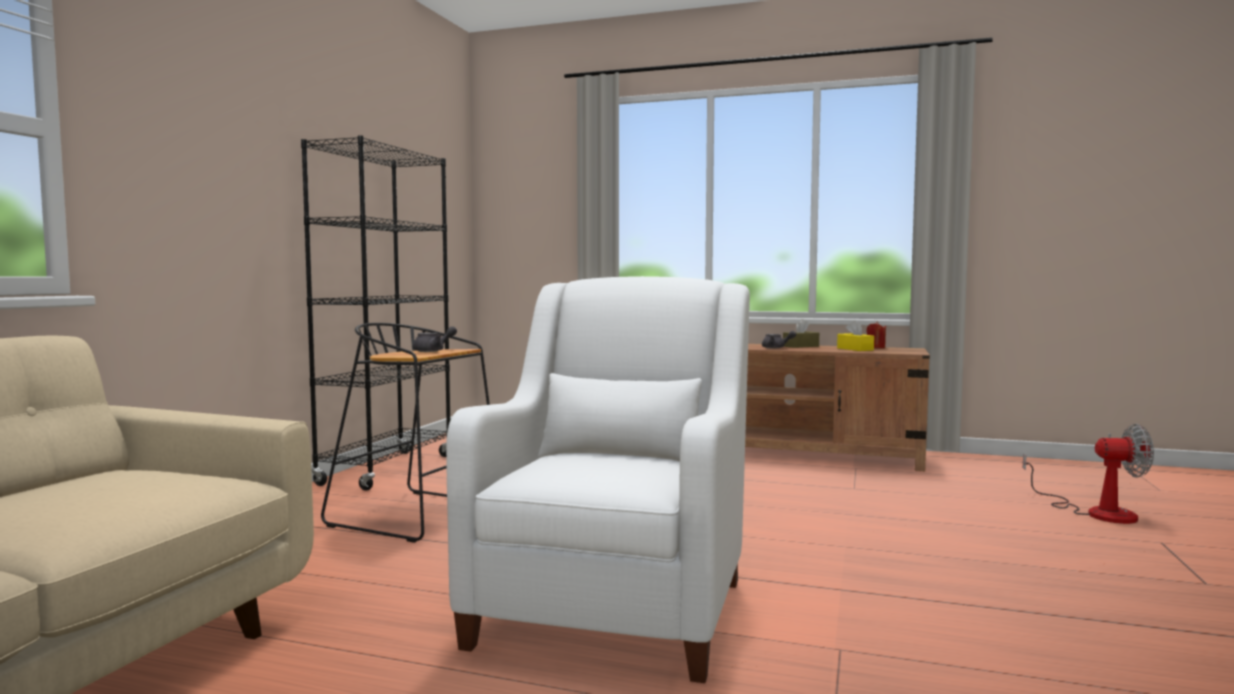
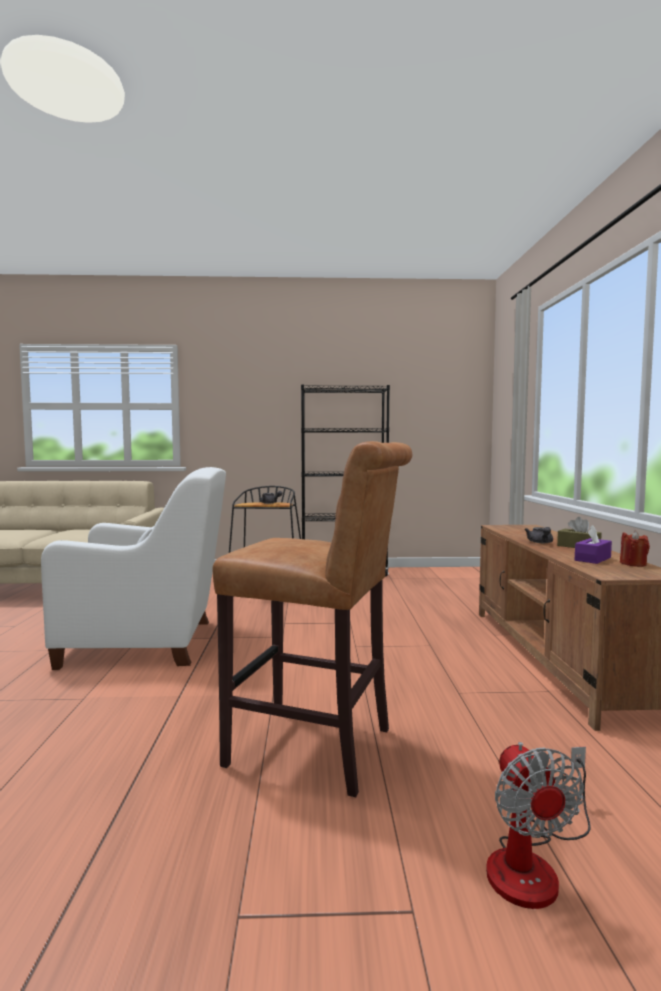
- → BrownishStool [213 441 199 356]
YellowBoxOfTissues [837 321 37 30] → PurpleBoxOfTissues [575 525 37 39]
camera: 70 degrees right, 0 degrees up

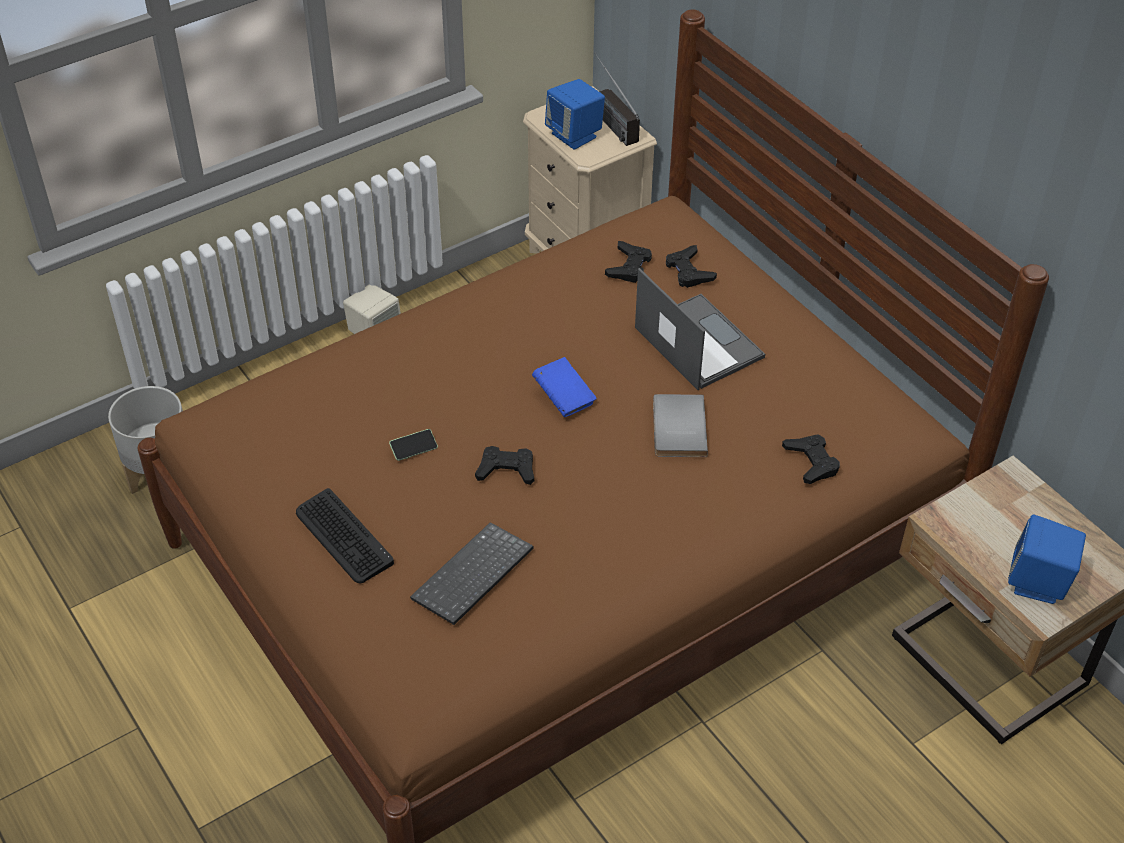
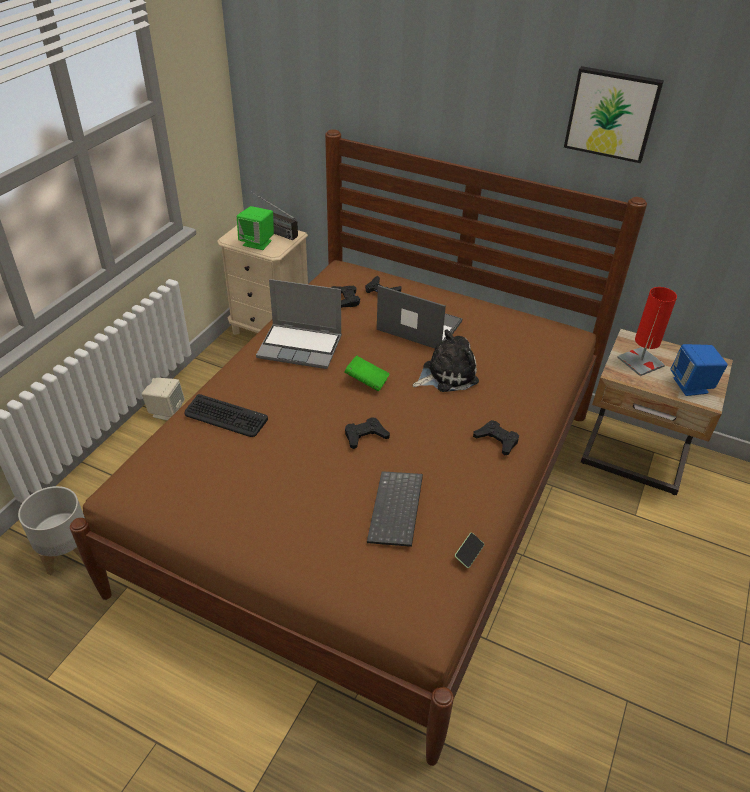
- → Laptop [256 279 86 90]
- → WallPicture [564 66 100 97]
- → RedTableLamp [617 287 60 89]
ComputerKeyboard [296 488 98 95] → ComputerKeyboard [184 394 84 43], relocated
Telephone [389 429 49 32] → Telephone [455 533 29 35], relocated
BlackGameController [782 434 58 50] → BlackGameController [473 420 46 35], relocated
GrayBoundBook [653 394 55 63] → PlushToy [413 330 66 62]
BluishBoundBook [532 357 65 60] → GreenColouredBoundBook [344 355 46 37]
BluishSpeaker [545 79 60 71] → GreenColouredSpeaker [237 206 37 44]
camera: 30 degrees left, 5 degrees down

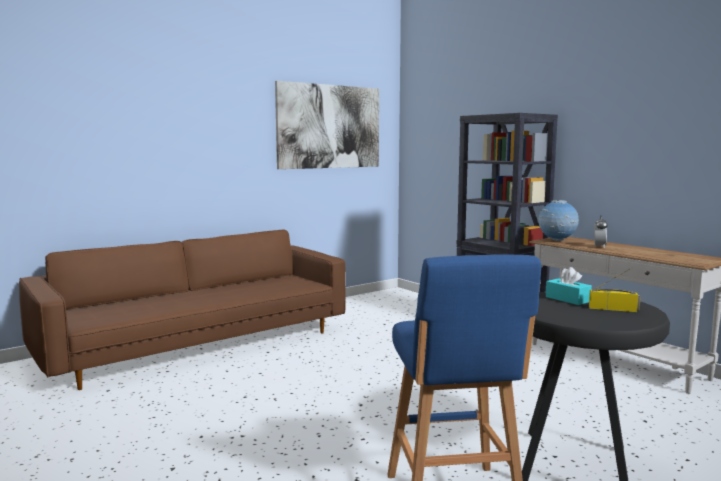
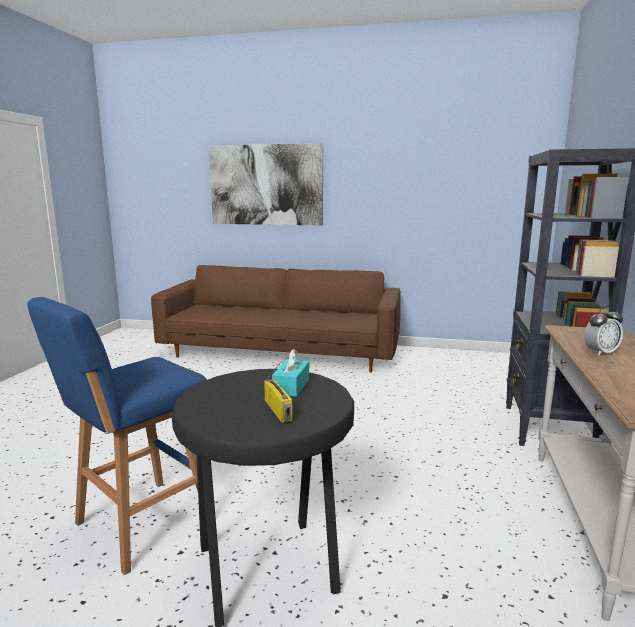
DeskGlobe [538 200 41 41] → -
WallPicture [275 81 104 88] → WallPicture [209 143 114 82], relocated
camera: 50 degrees right, 5 degrees up

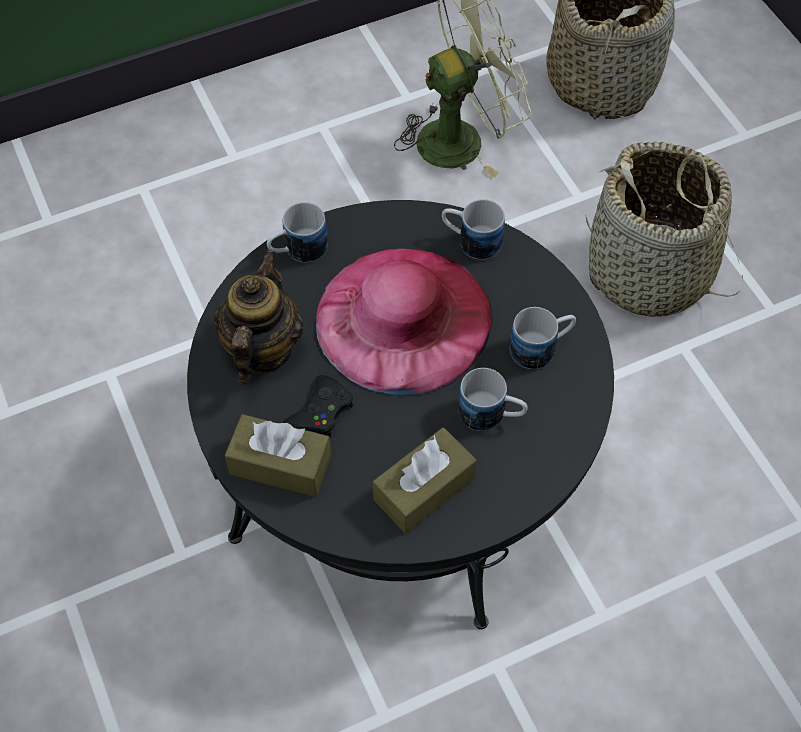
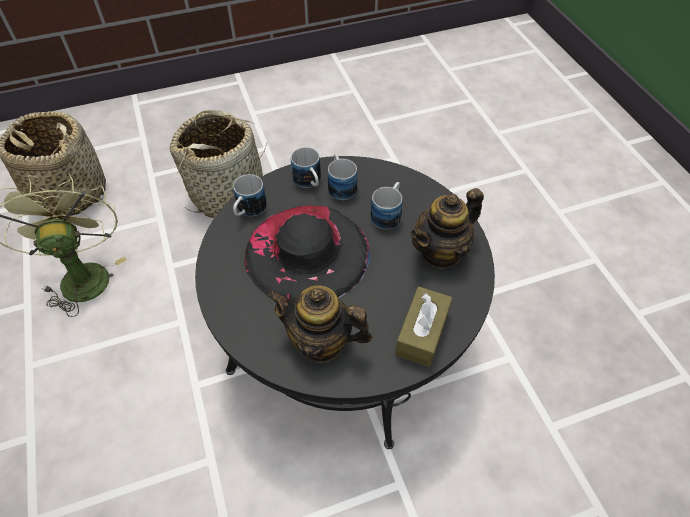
BlackGameController [283 375 70 62] → -
CoffeeMug [267 202 61 61] → CoffeeMug [291 147 30 41], relocated
BrownishBoxOfTissues [373 427 104 106] → TeaPot [410 188 74 81]
PinkWearableHat [316 249 177 147] → BlackWearableHat [244 205 126 97]
camera: 85 degrees left, 5 degrees down

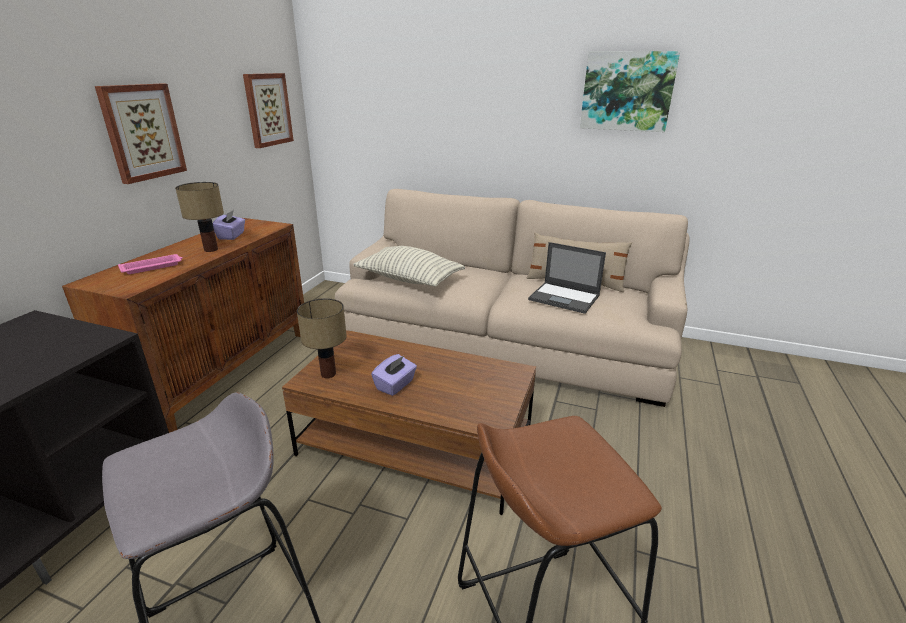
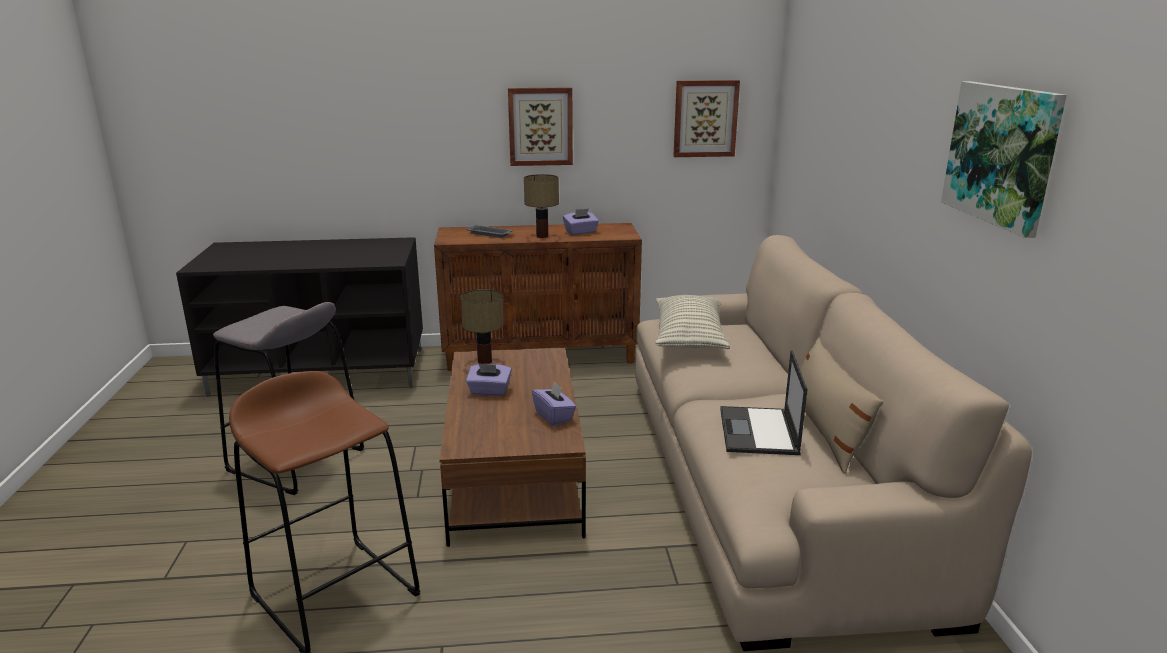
- → PurpleBoxOfTissues [532 381 44 45]
PinkCarryingTray [118 254 65 20] → GrayCarryingTray [466 225 47 13]
camera: 65 degrees right, 5 degrees down

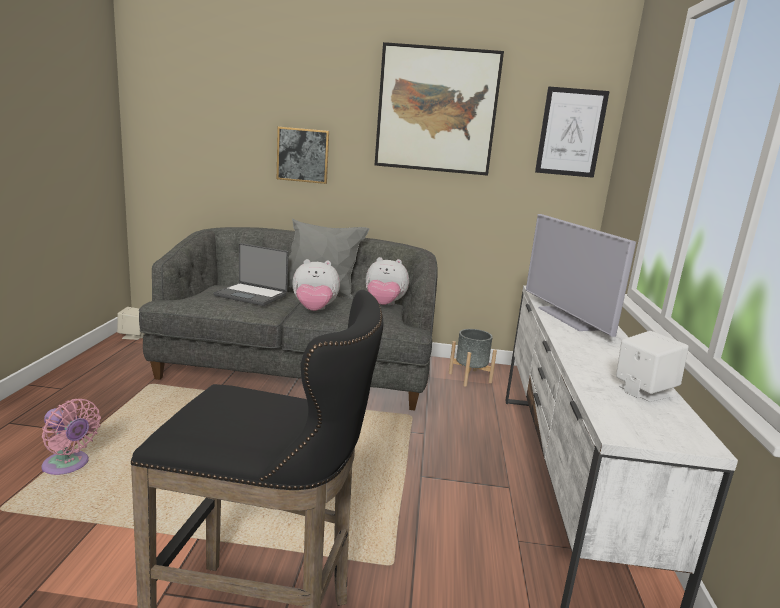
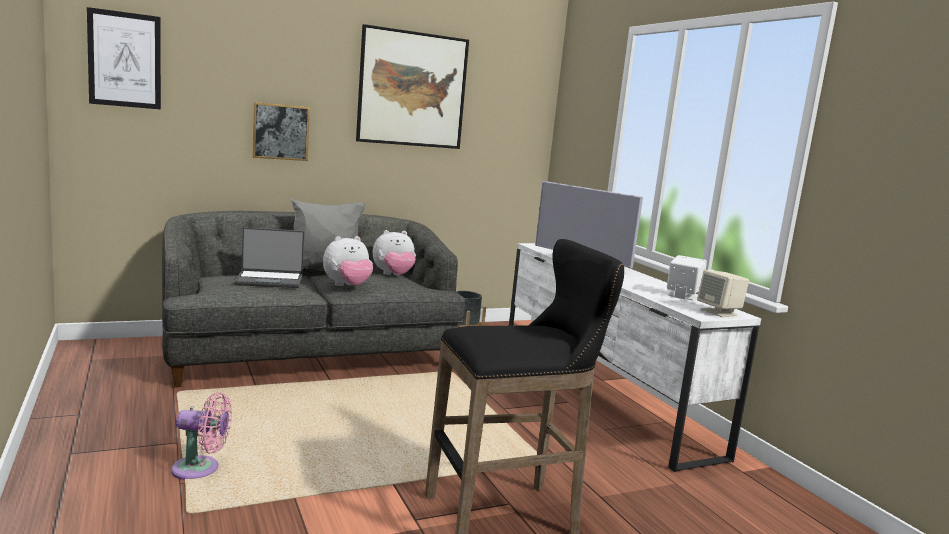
BeigeColouredSpeaker [117 307 28 33] → BeigeColouredSpeaker [697 270 52 47], relocated
WallPicture [535 86 75 92] → WallPicture [87 7 74 102], relocated
camera: 30 degrees left, 5 degrees down

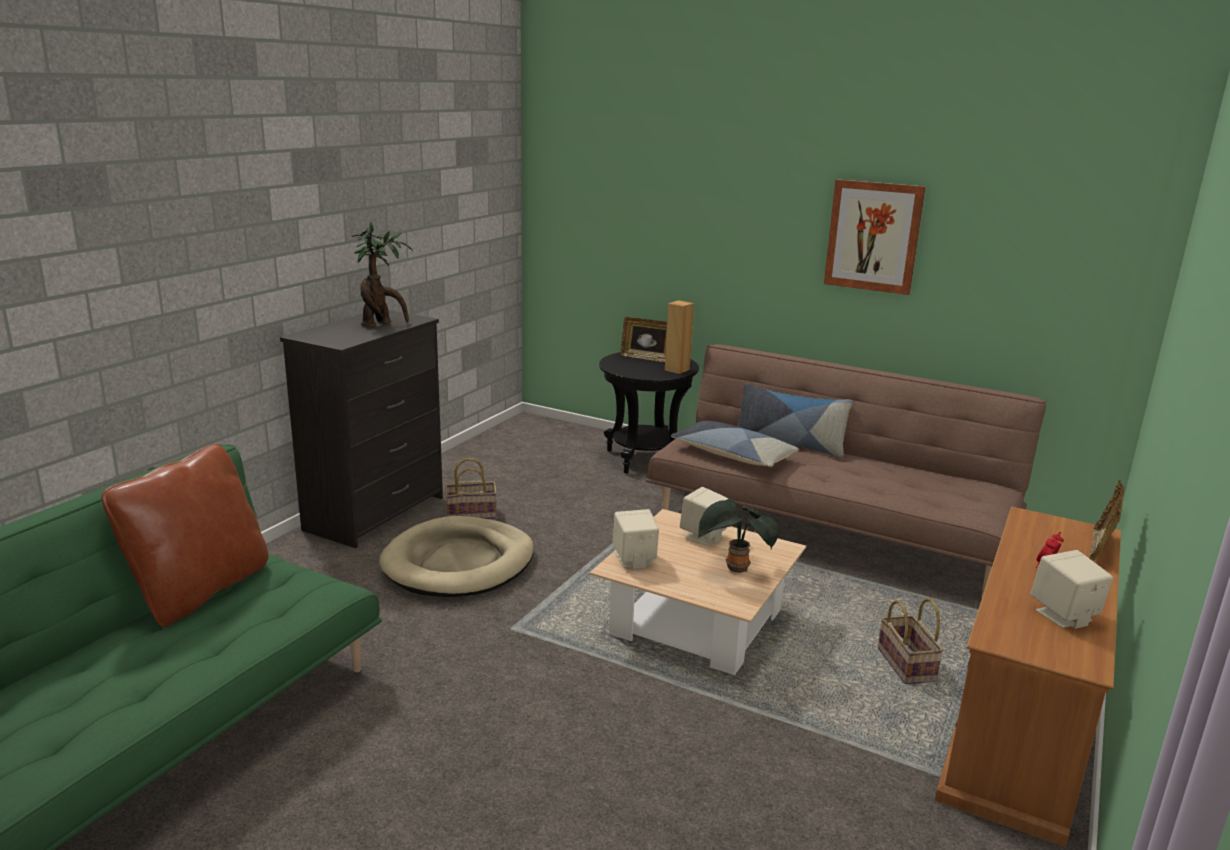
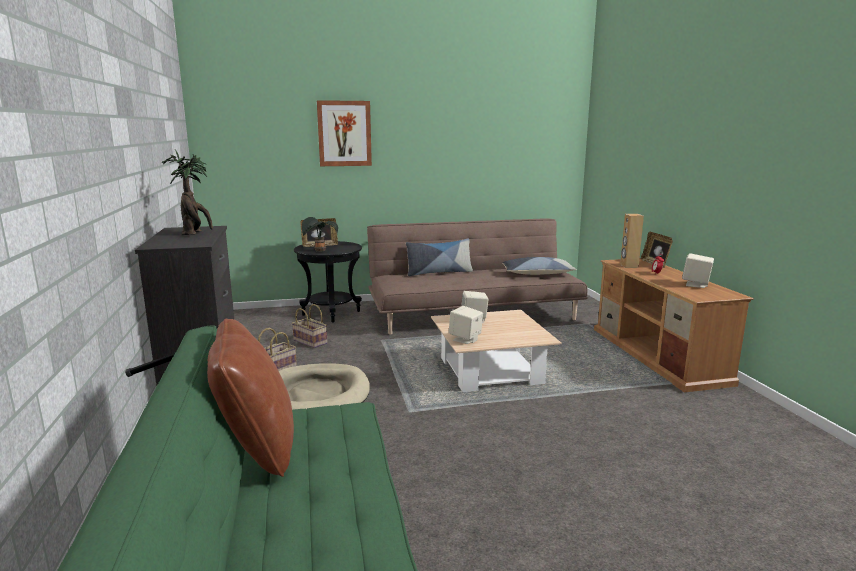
BrownishSpeaker [665 300 29 74] → BrownishSpeaker [620 214 24 54], relocated
Cushion [671 421 128 46] → Cushion [502 257 74 18], relocated
PlantInAPot [698 498 82 75] → PlantInAPot [302 217 36 35], relocated
WallPicture [824 179 102 116] → WallPicture [317 100 55 66], relocated
HouseholdBasket [878 598 66 86] → HouseholdBasket [292 304 36 44], relocated
camera: 40 degrees left, 5 degrees down

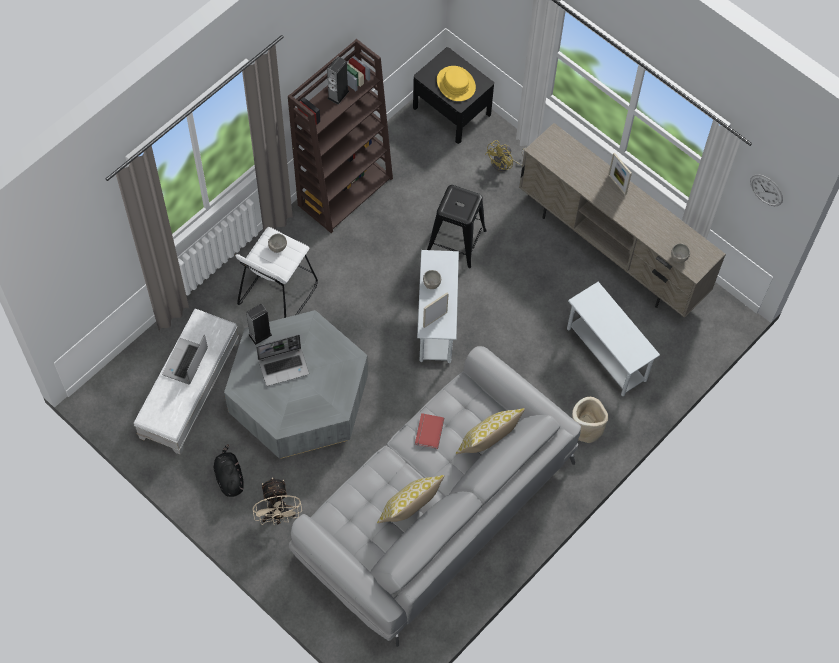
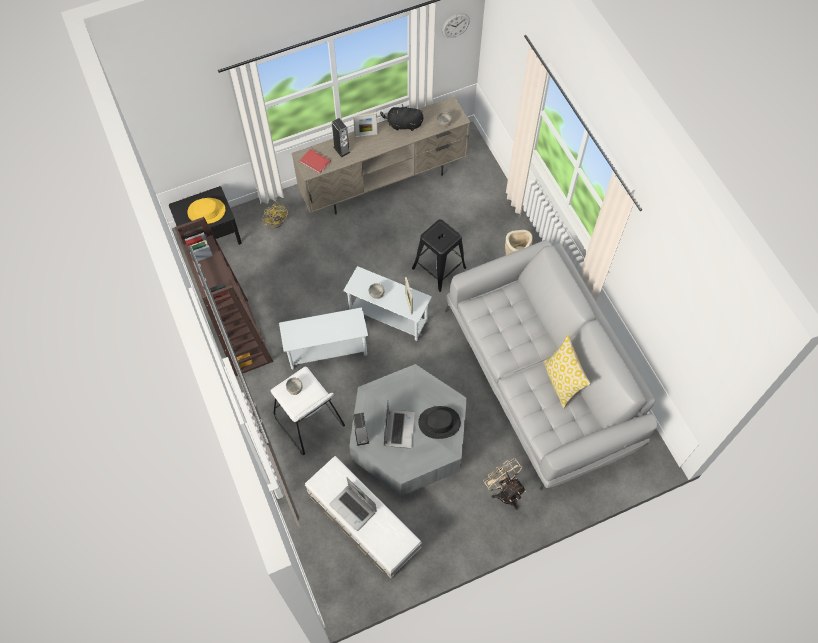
Cushion [456 408 69 46] → -
- → BlackWearableHat [418 406 43 33]
BlackPlushToy [214 444 30 53] → BlackPlushToy [380 104 43 27], relocated
Speaker [327 56 22 49] → Speaker [332 118 18 40], relocated
RedBoundBook [415 413 29 36] → RedBoundBook [300 149 31 25], relocated
BlackStool [427 185 60 83] → BlackStool [412 219 54 73], relocated
WhiteColouredEndTable [567 282 93 114] → WhiteColouredEndTable [279 307 89 62], relocated
BeigeColouredCoolingFan [253 477 49 48] → BeigeColouredCoolingFan [484 458 42 52], 135 degrees counterclockwise
camera: 65 degrees left, 0 degrees up

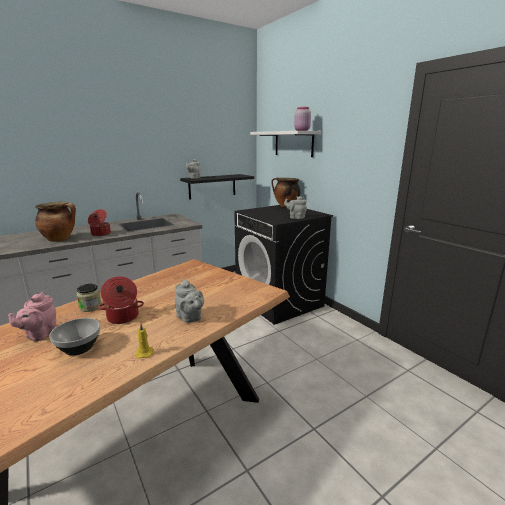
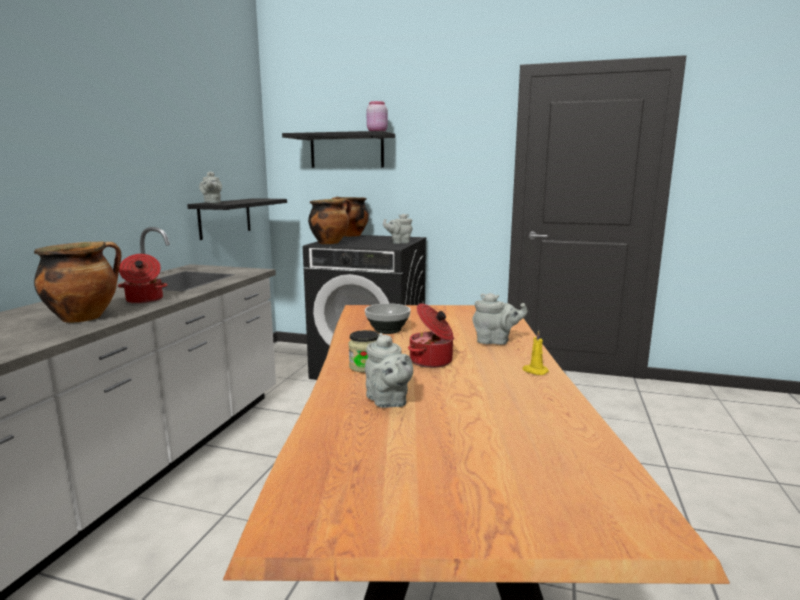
- → Saucepot [308 198 44 46]
DeepDish [49 318 51 38] → DeepDish [365 303 46 31], relocated
PinkTeaPot [8 292 48 50] → GrayTeaPot [365 333 48 75]
WhiteColouredWallShelf [250 131 71 26] → BlackWallShelf [282 131 113 37]
camera: 40 degrees left, 5 degrees down

